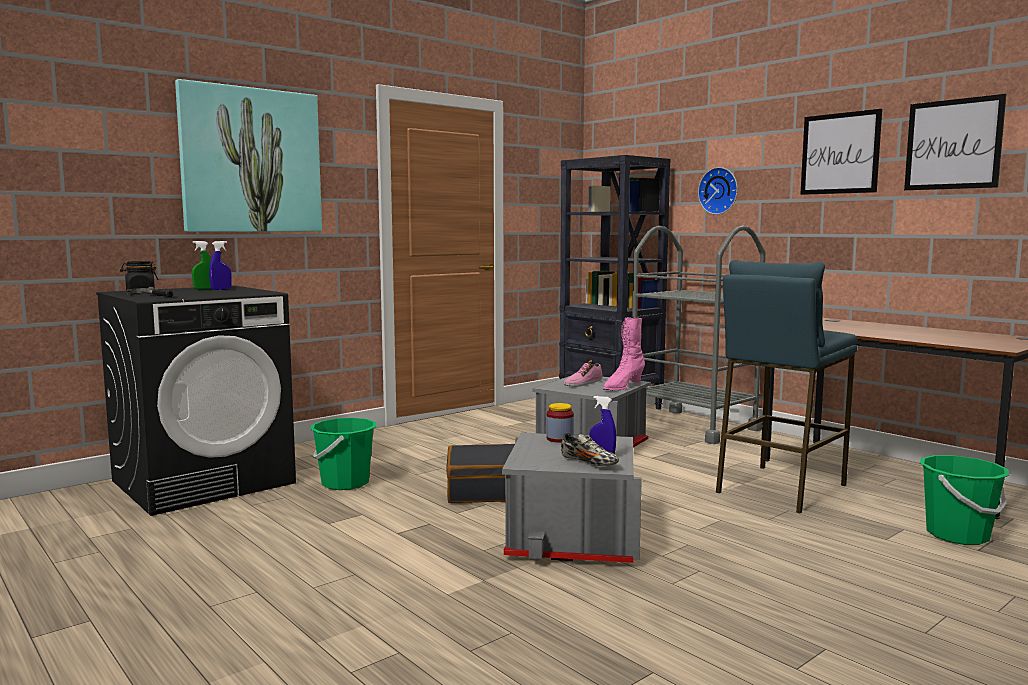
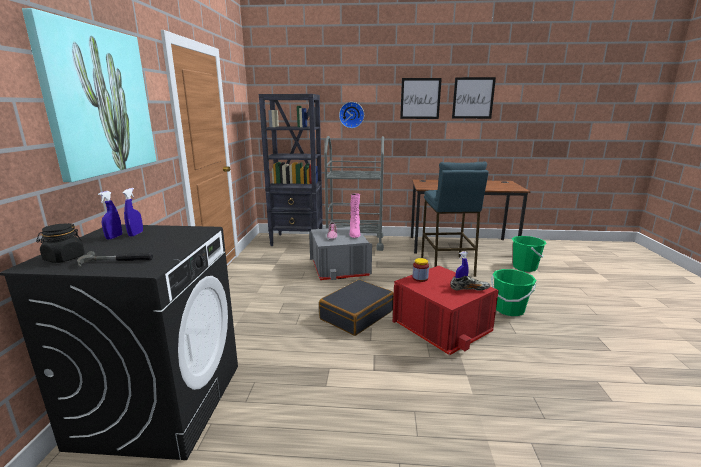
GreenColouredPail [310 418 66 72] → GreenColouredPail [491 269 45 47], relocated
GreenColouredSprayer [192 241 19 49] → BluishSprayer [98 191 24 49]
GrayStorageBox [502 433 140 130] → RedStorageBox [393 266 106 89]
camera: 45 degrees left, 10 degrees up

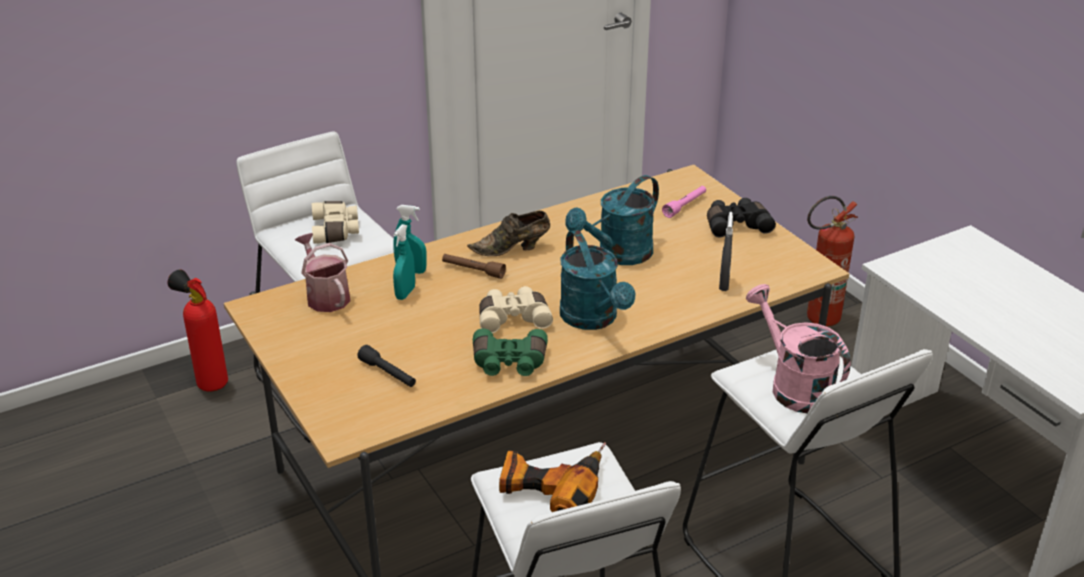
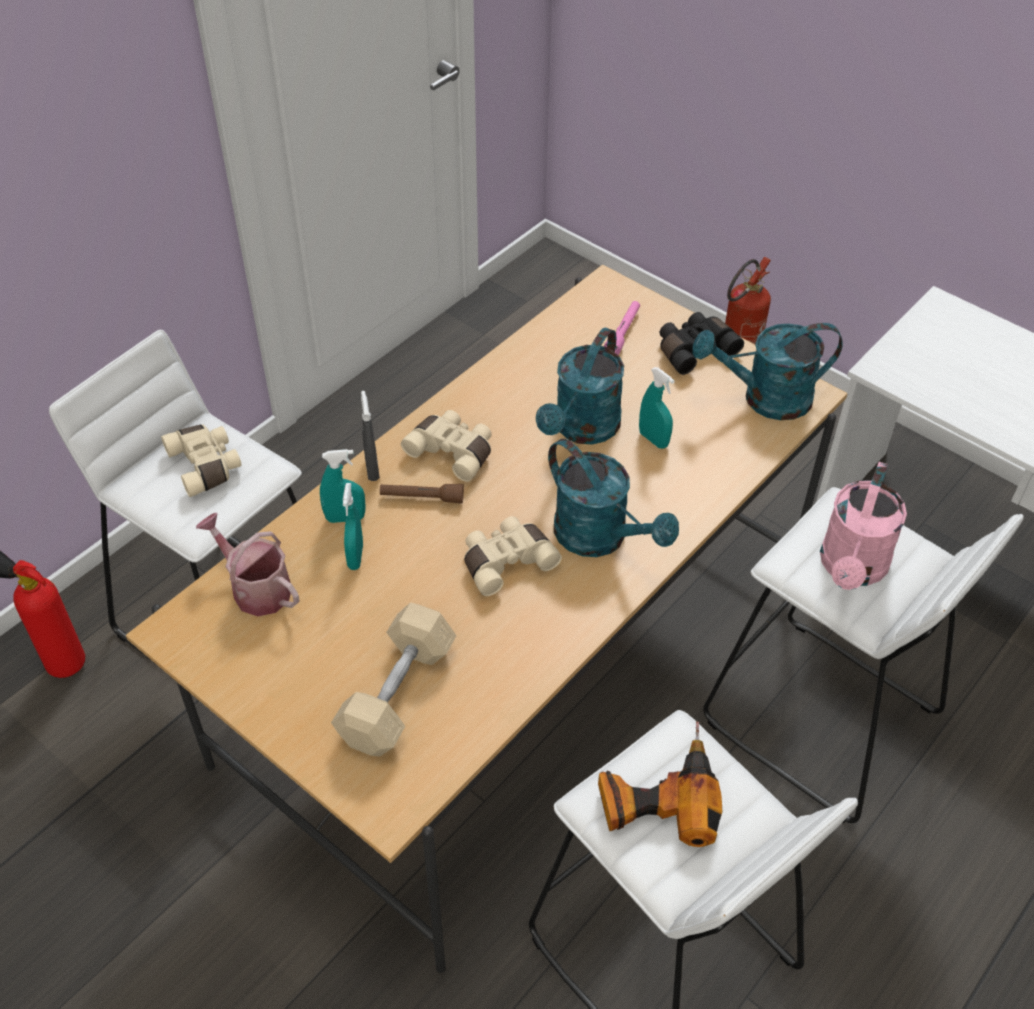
GreenColouredBinoculars [473 329 75 47] → -
- → BlueGreenSprayer [639 367 36 81]
- → BlueGreenSprinklingCan [692 323 151 97]
GraySprayer [719 212 14 79] → GraySprayer [361 391 19 90], relocated
BlackHandTorch [357 345 59 42] → BeigeColouredFreeWeight [331 602 126 155]
BrownishItemOfFootwear [467 211 83 45] → BeigeColouredBinoculars [401 410 91 72]
PinkSprinklingCan [746 284 105 129] → PinkSprinklingCan [820 462 87 128], 105 degrees counterclockwise
camera: 20 degrees left, 15 degrees up

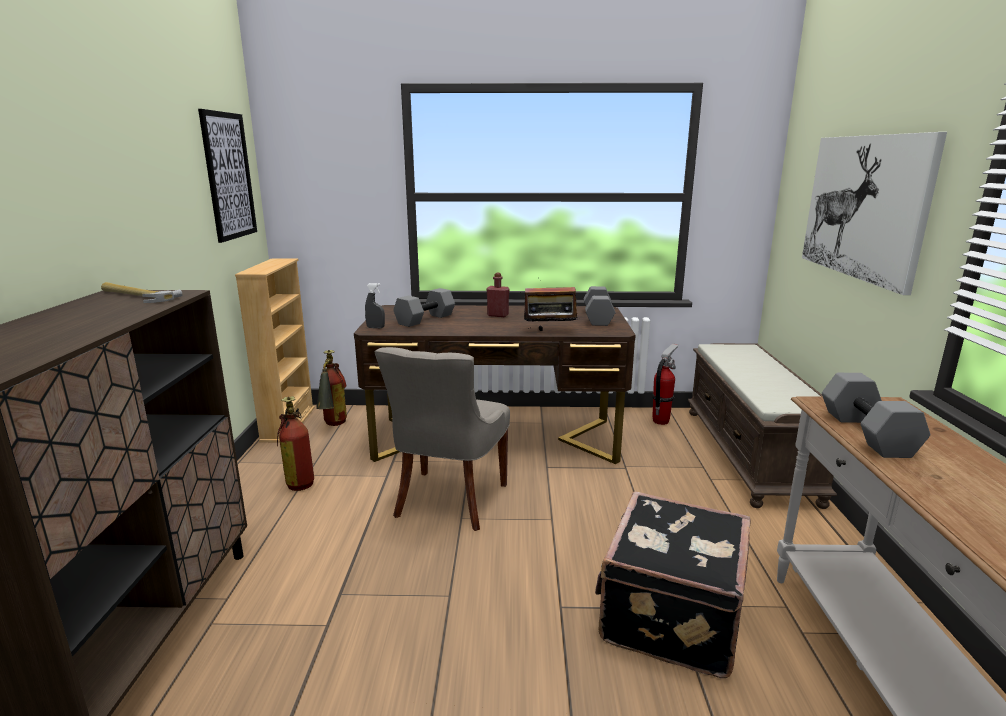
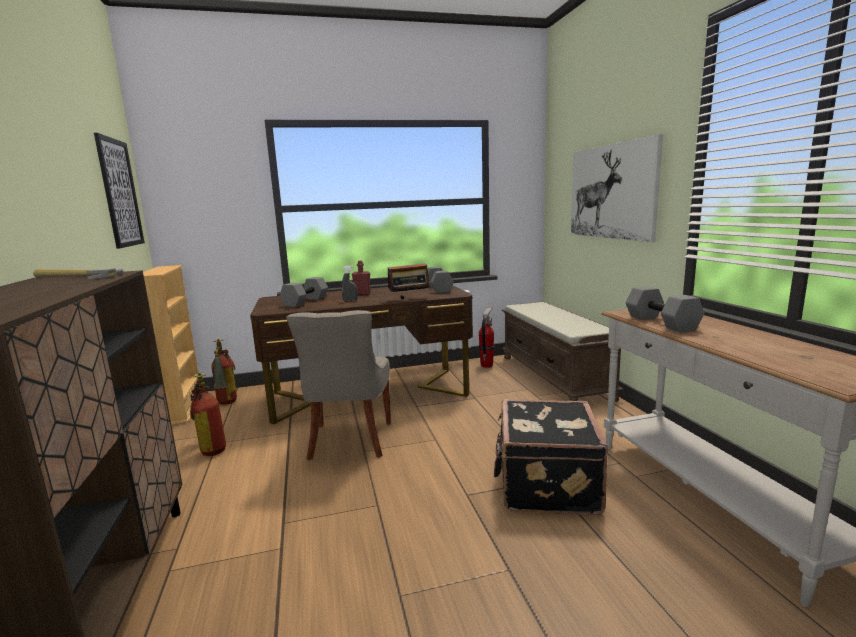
GraySprayer [365 283 20 45] → GraySprayer [341 265 17 36], relocated
camera: 15 degrees left, 5 degrees down

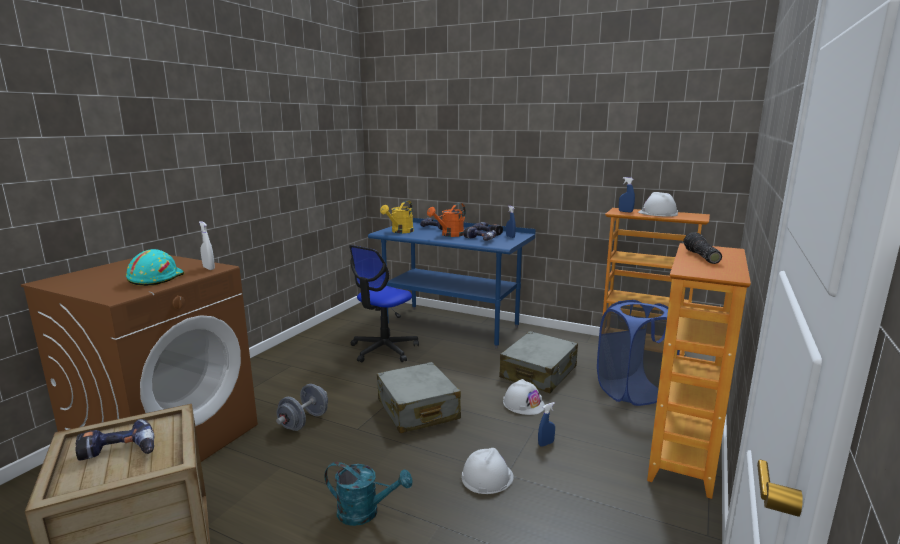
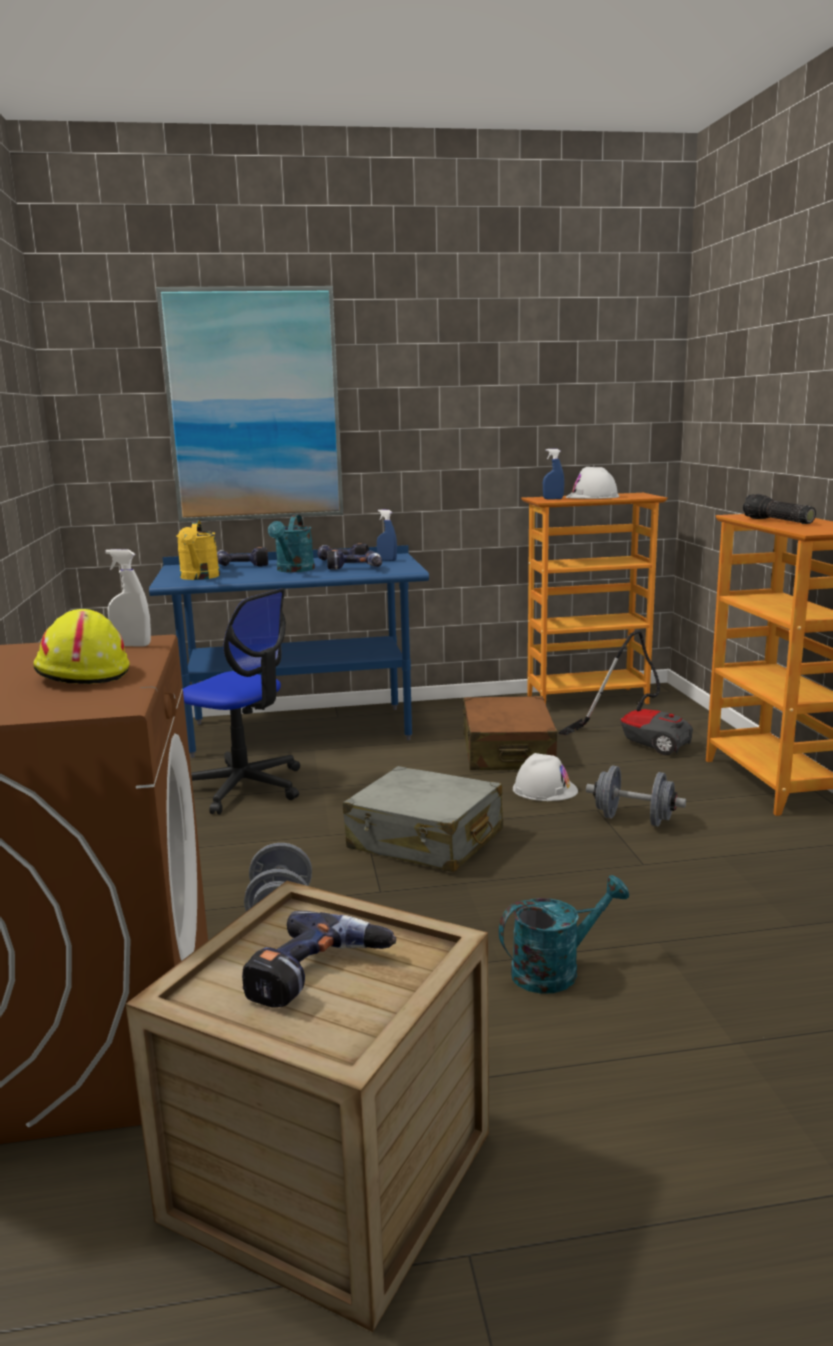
WhiteColouredSafetyHelmet [462 448 52 46] → -
- → WallPicture [156 286 187 236]
BluishSprayer [538 402 17 45] → GrayFreeWeight [586 766 100 60]
BluishWashingBasket [597 300 83 106] → Hoover [558 630 135 125]
BlueGreenSafetyHelmet [126 249 58 37] → YellowSafetyHelmet [33 609 97 75]
OrangeySprinklingCan [427 203 39 34] → BlueGreenSprinklingCan [268 514 47 58]
GraySuitcase [499 331 79 62] → BrownishSuitcase [463 696 95 74]
DeskChair [349 245 70 118] → DeskChair [183 588 117 226], 60 degrees counterclockwise
camera: 35 degrees left, 0 degrees up

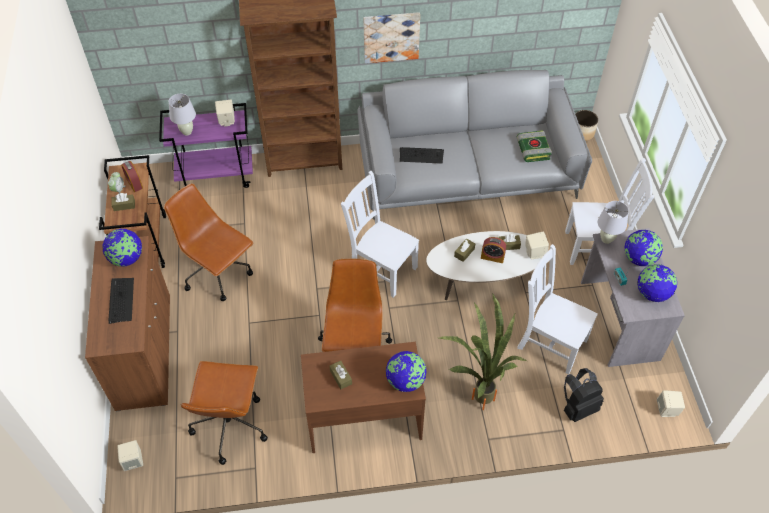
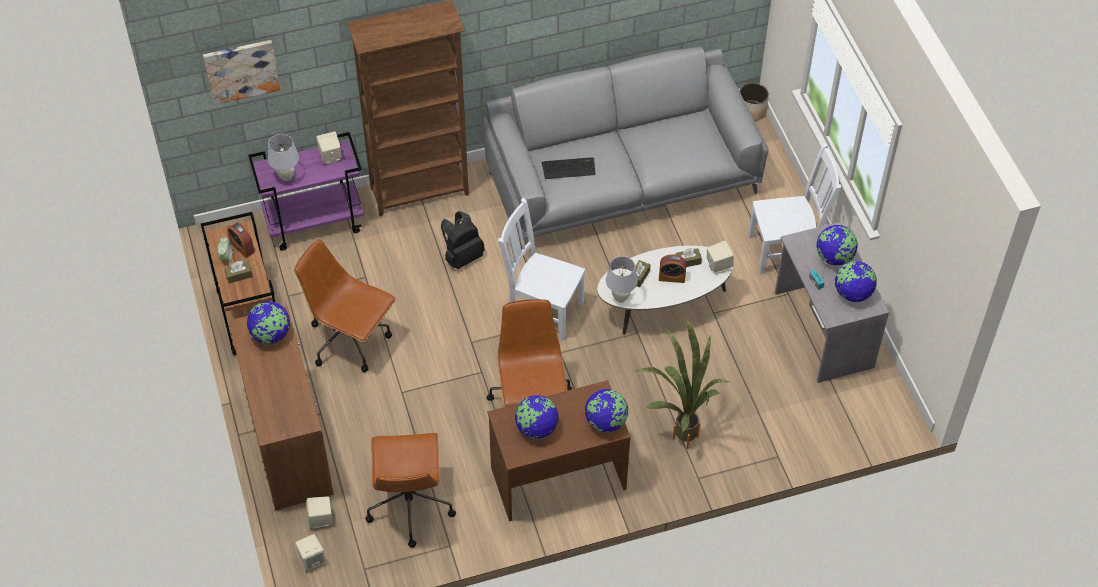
ComputerKeyboard [108 278 26 46] → -
BoundBook [517 130 35 32] → -
WhiteColouredUprightChair [517 244 81 131] → -
WallPicture [363 12 57 52] → WallPicture [203 40 77 65], relocated
BlackRucksack [564 368 40 54] → BlackRucksack [441 211 44 58], relocated
WhiteColouredTableLamp [598 201 31 43] → WhiteColouredTableLamp [606 256 32 47], relocated
BeigeColouredSpeaker [657 390 28 27] → BeigeColouredSpeaker [306 496 26 33], relocated
BrownishBoxOfTissues [330 361 22 28] → DeskGlobe [515 395 44 44]
camera: 10 degrees left, 0 degrees up

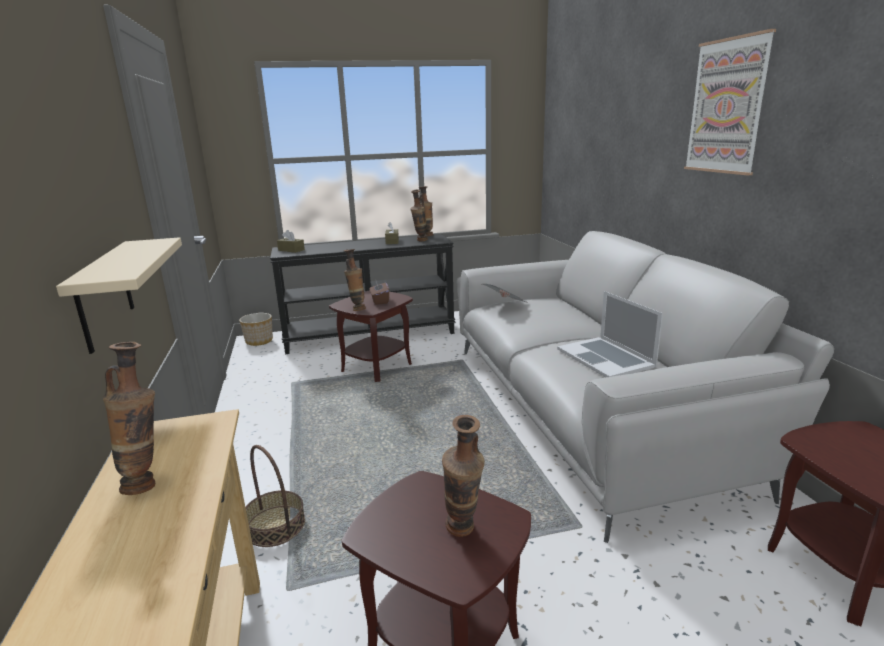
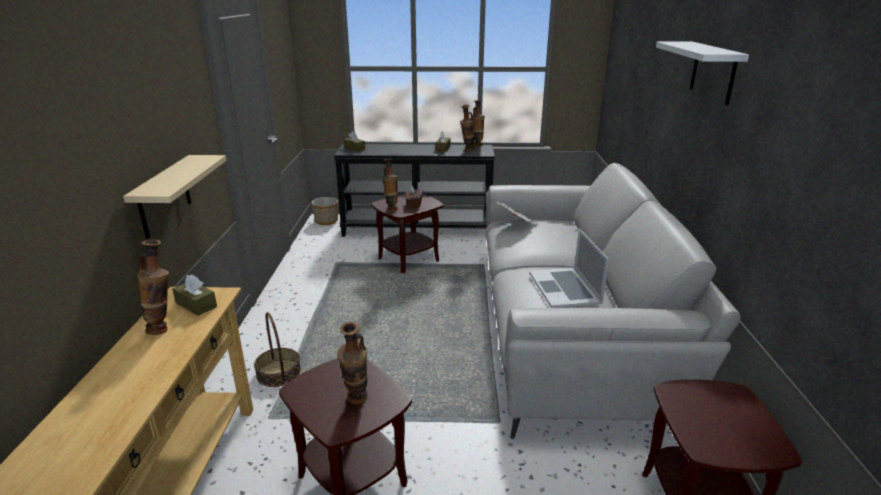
- → BrownishBoxOfTissues [172 274 45 42]
WallPicture [684 29 92 146] → WhiteColouredWallShelf [656 42 93 63]
camera: 15 degrees right, 5 degrees up

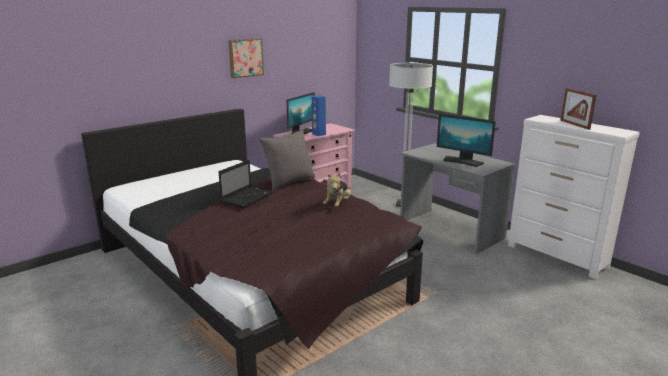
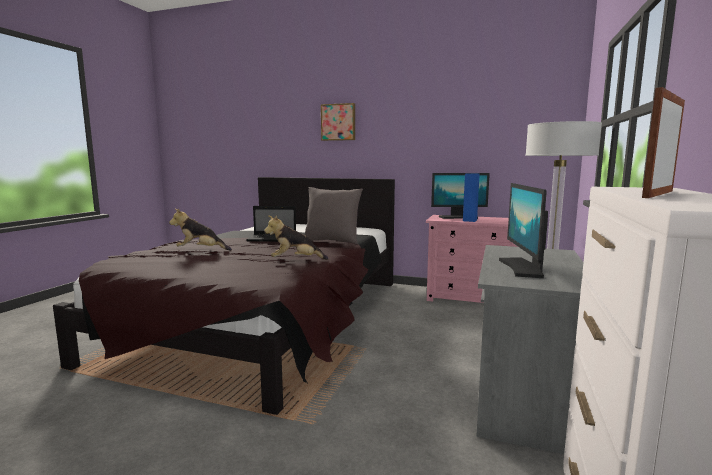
- → PlushToy [169 209 63 42]
WallPicture [228 38 36 40] → WallPicture [321 103 34 38], relocated
camera: 60 degrees right, 10 degrees down

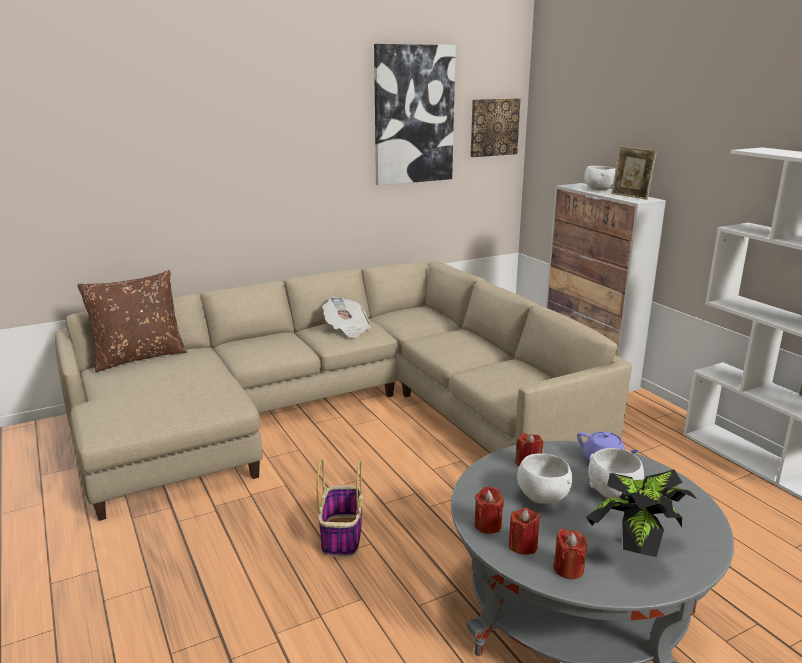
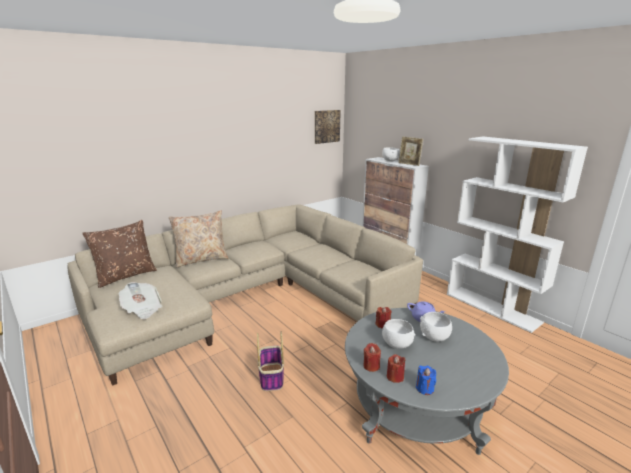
WallPicture [374 44 82 141] → -
PlantInAPot [586 469 111 88] → -
- → BeigeColouredCushion [169 210 60 58]
PrintedPaper [322 296 49 42] → PrintedPaper [119 282 43 37], relocated
RedWaxCandle [553 528 34 51] → BluishWaxCandle [416 366 20 29]
camera: 10 degrees left, 0 degrees up

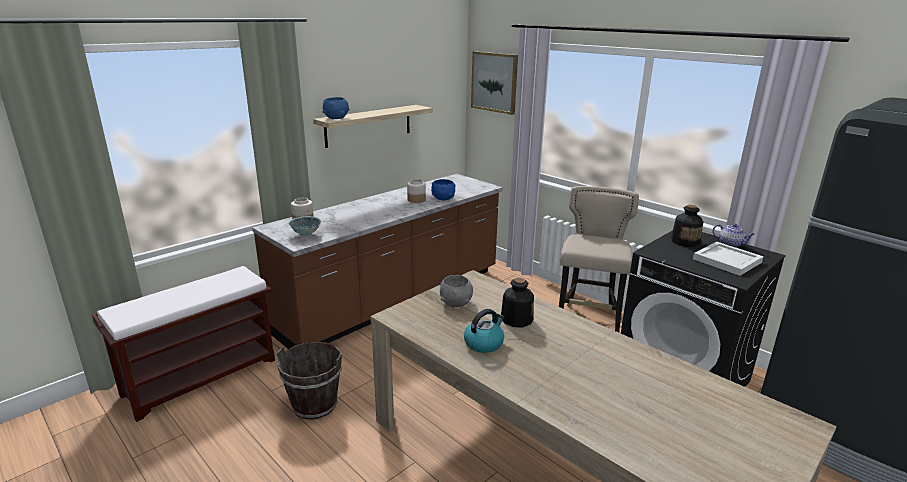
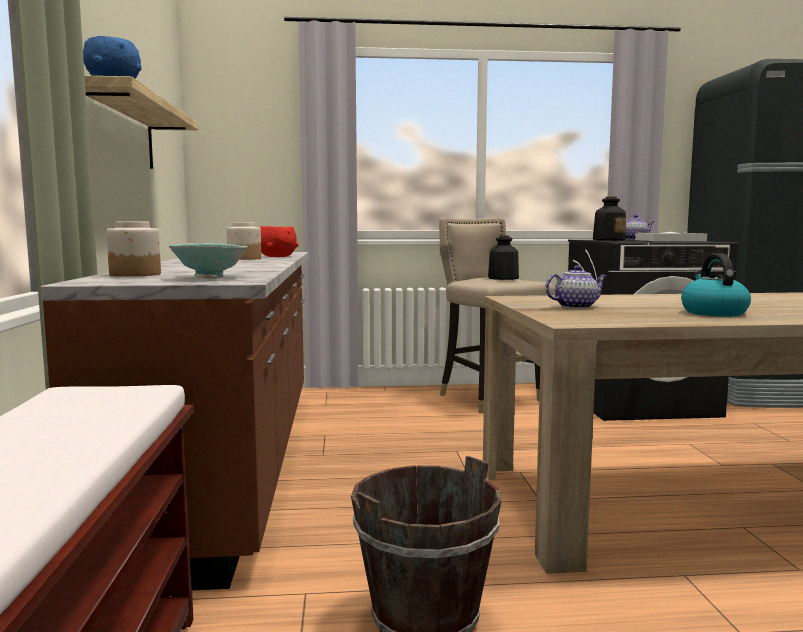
WallPicture [471 51 47 64] → -
BeverageBottle [501 278 33 50] → BeverageBottle [488 236 31 44], relocated
GrayDeepDish [440 275 33 33] → TeaPot [545 265 62 44]
BluishDeepDish [431 179 25 21] → RedDeepDish [260 226 38 31]
camera: 50 degrees left, 15 degrees down

